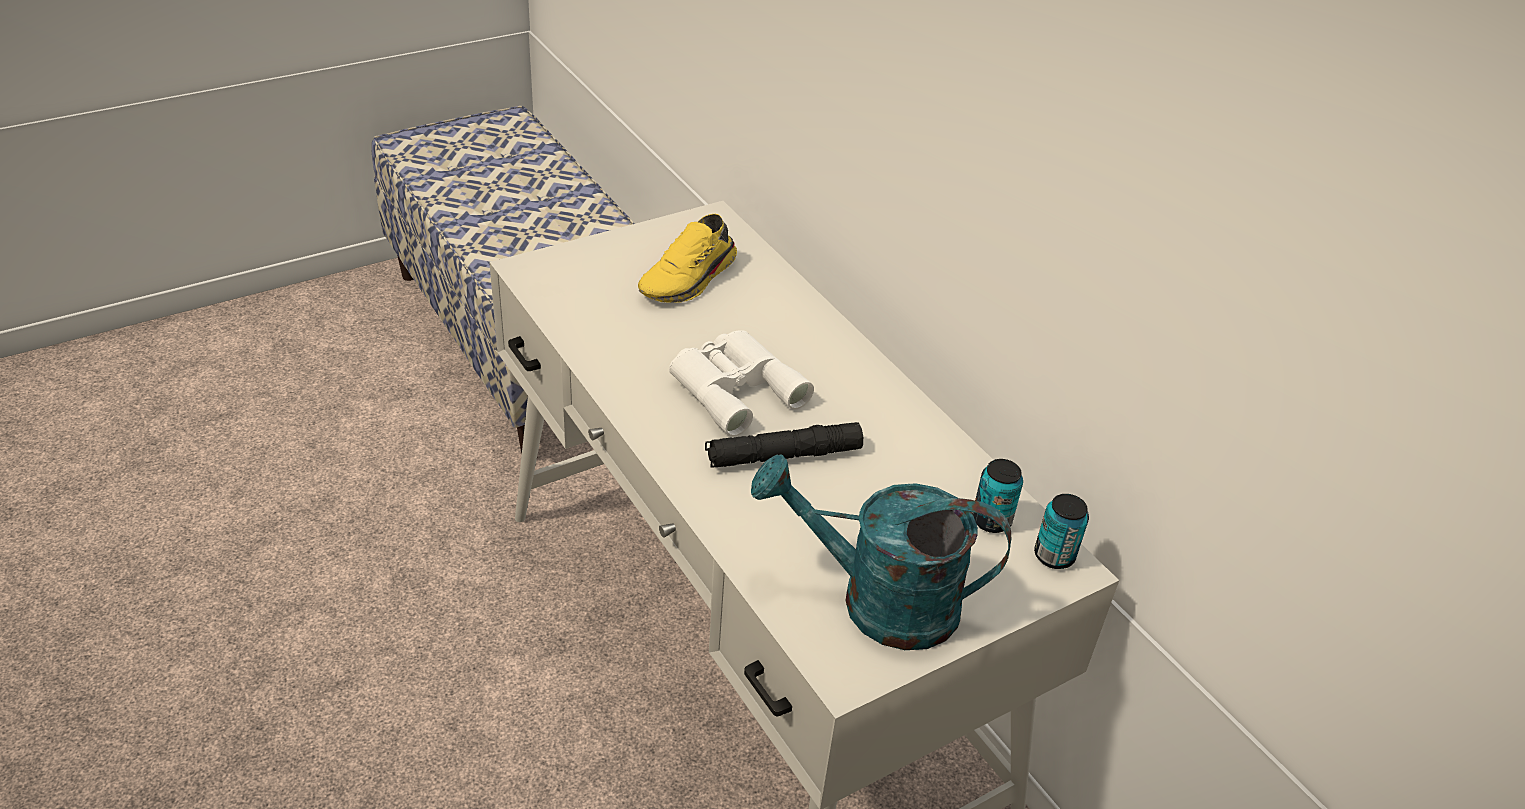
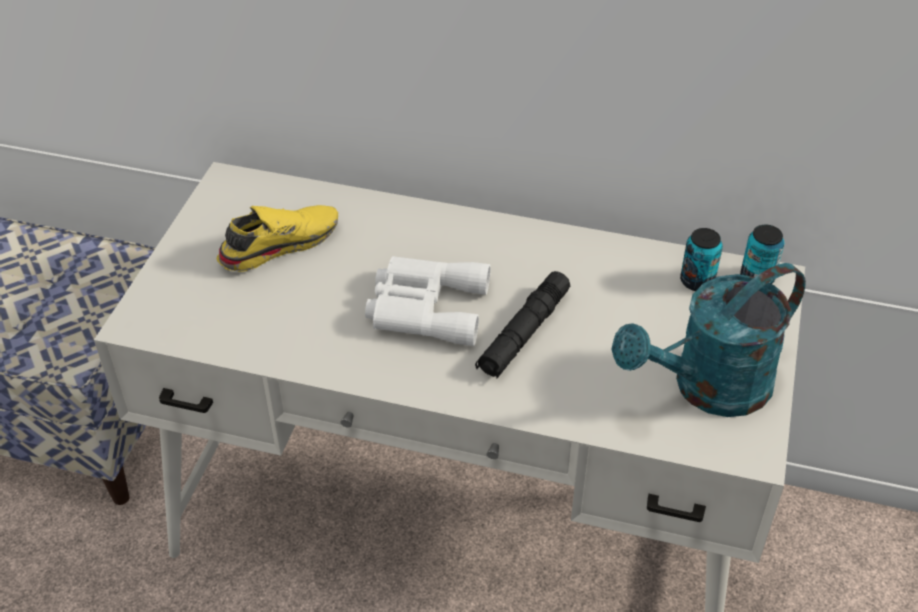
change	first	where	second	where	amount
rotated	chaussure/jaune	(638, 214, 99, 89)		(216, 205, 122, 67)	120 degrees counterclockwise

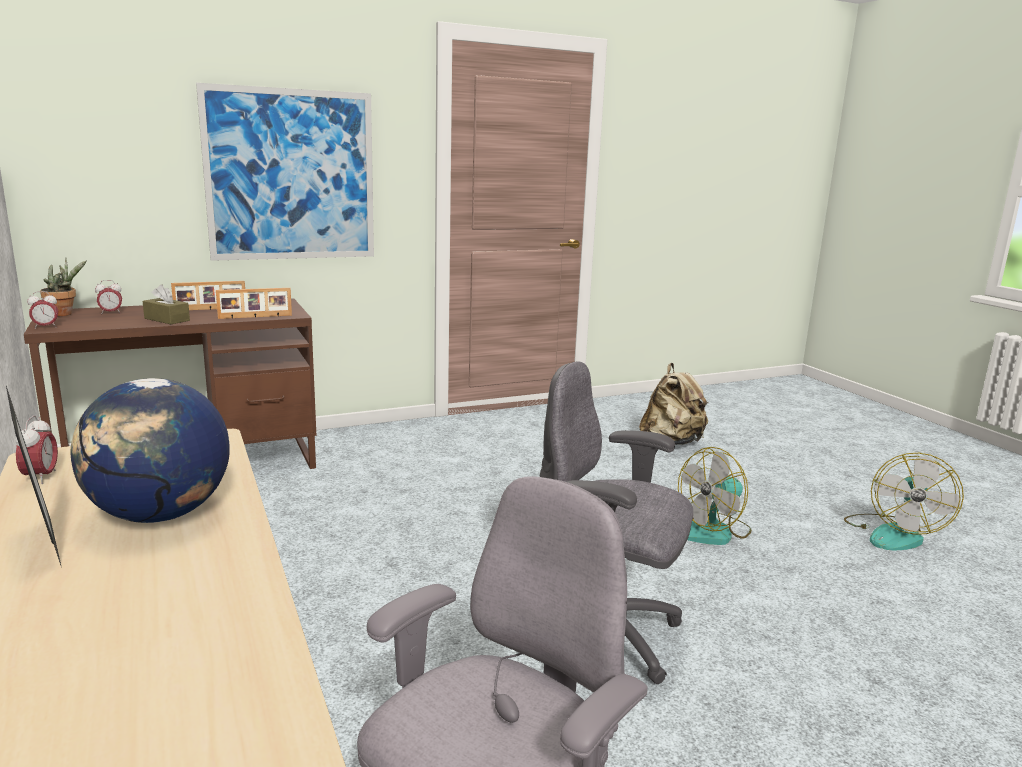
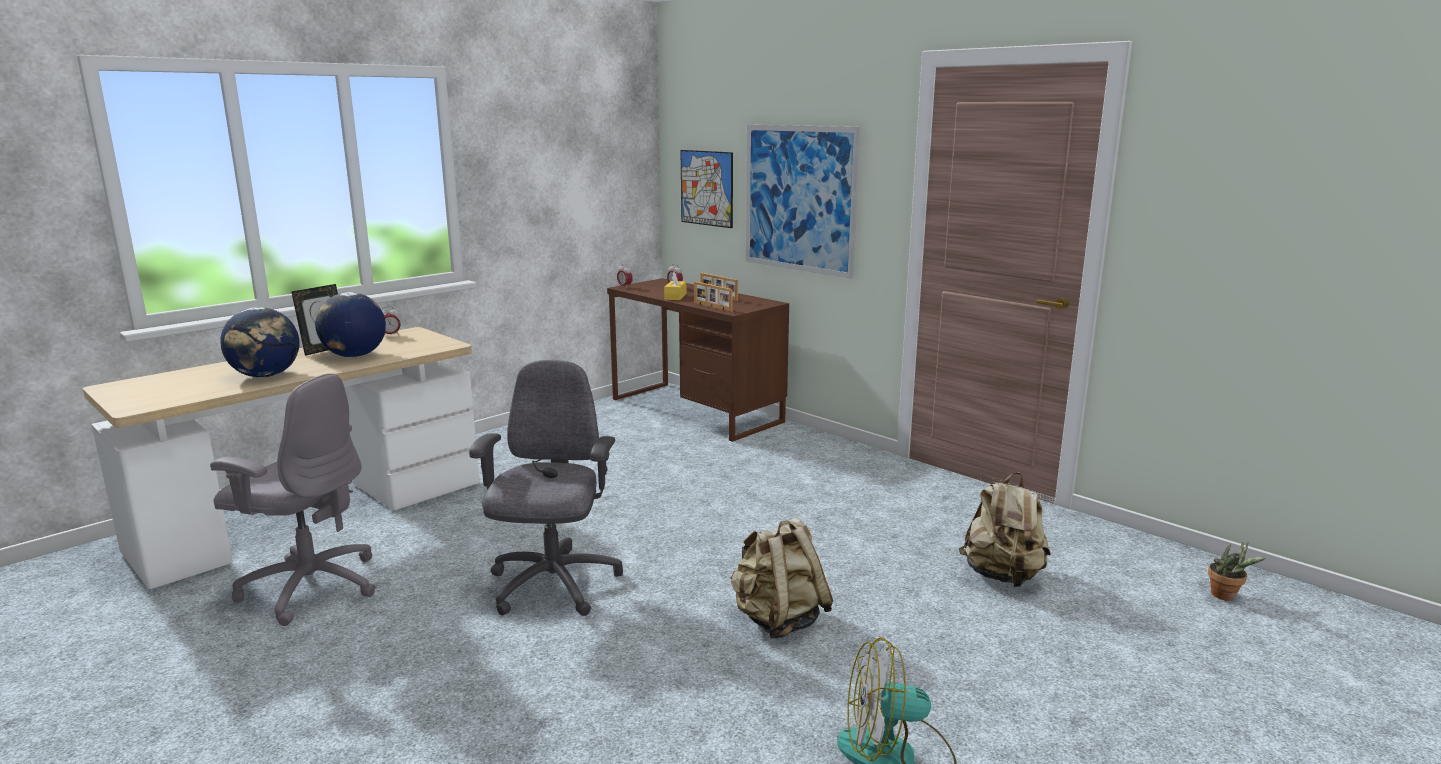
change	first	where	second	where	amount
shifted	plante en pot	(40, 258, 47, 58)		(1208, 542, 58, 59)	
repainted	boîte à mouchoirs/marron	(142, 284, 48, 40)	boîte à mouchoirs/jaune	(664, 272, 22, 28)	
swapped	ventilateur	(678, 447, 73, 98)	sac à dos/beige	(730, 518, 103, 121)	
new			tableau	(680, 150, 53, 78)	
new			globe	(220, 307, 80, 71)	

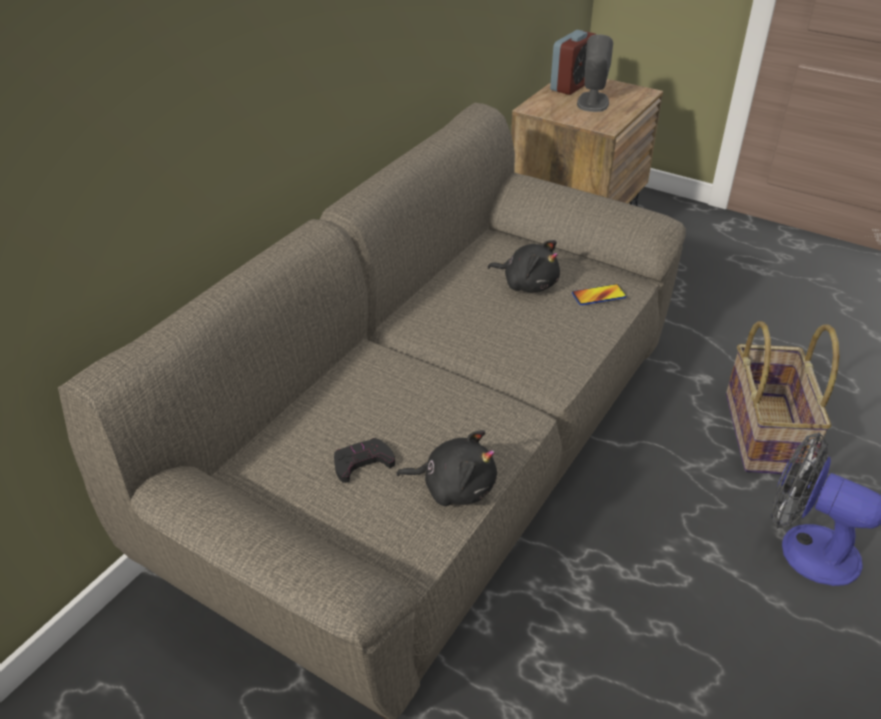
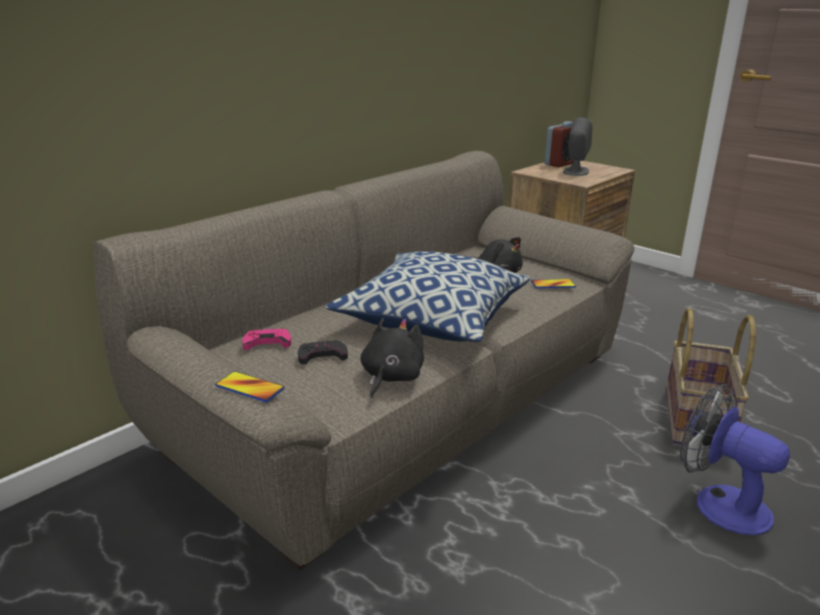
change	first	where	second	where	amount
rotated	peluche/noir	(396, 430, 101, 76)		(360, 318, 64, 80)	90 degrees counterclockwise
new			coussin	(326, 251, 204, 91)	
new			manette/rose	(242, 329, 49, 21)	
new			téléphone	(215, 371, 70, 31)	

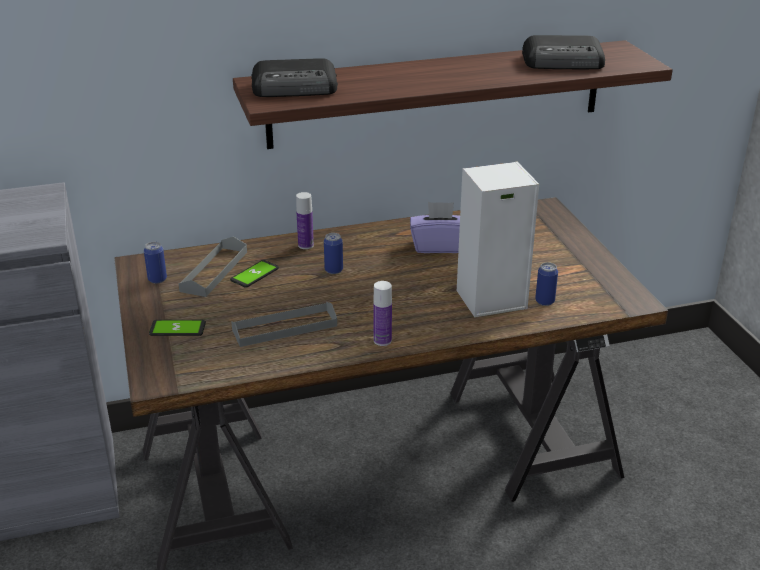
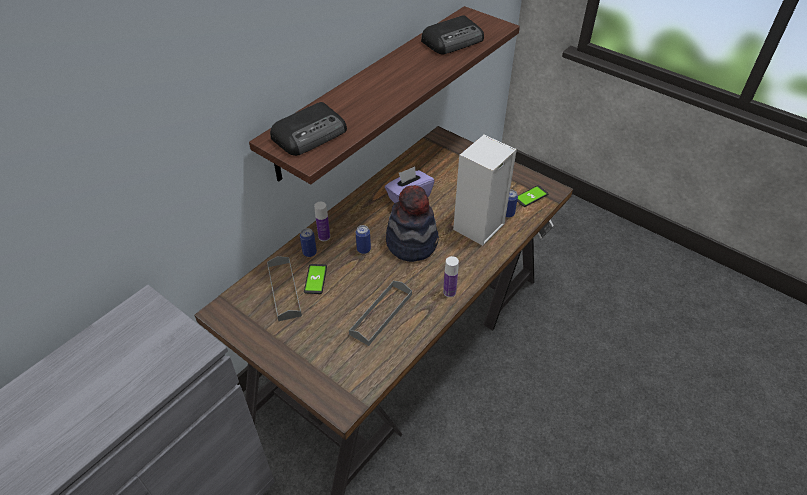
change	first	where	second	where	amount
shifted	boîte métallique	(144, 242, 23, 42)		(300, 228, 17, 29)	
shifted	téléphone	(149, 320, 57, 16)		(517, 185, 31, 22)	
new			chapeau	(386, 185, 53, 77)	

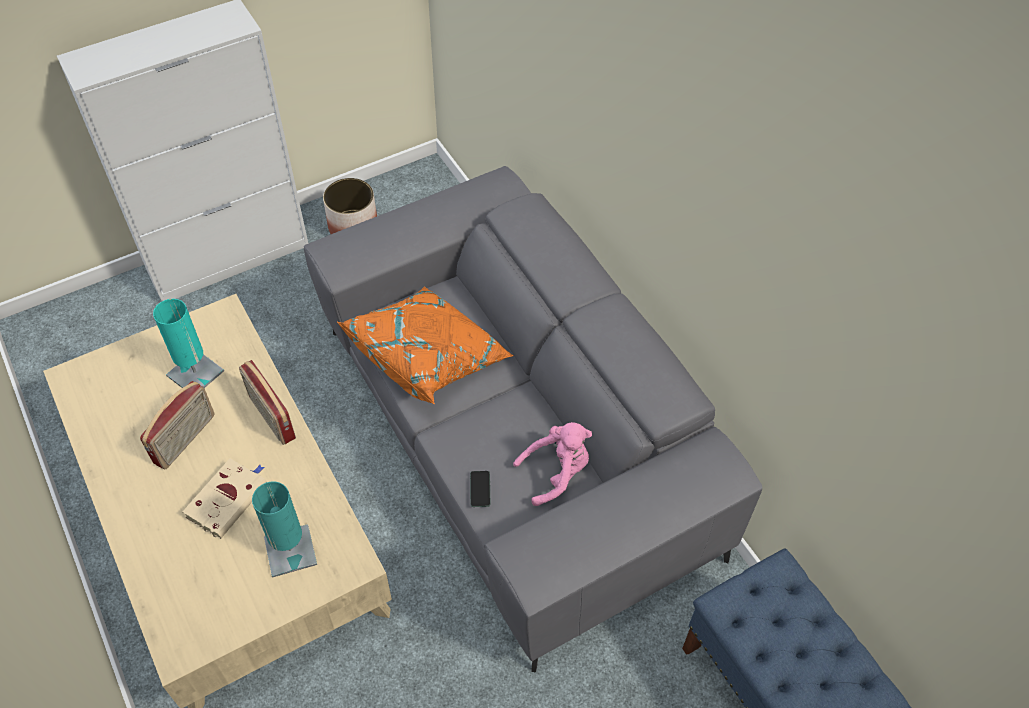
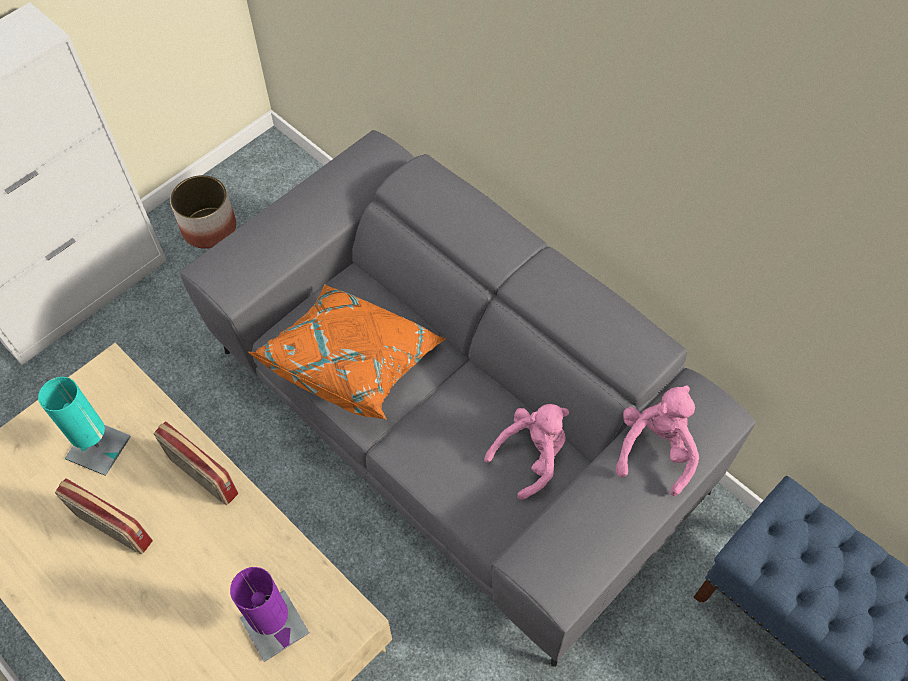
change	first	where	second	where	amount
rotated	radio	(140, 381, 75, 88)		(55, 478, 98, 76)	105 degrees clockwise
gone	livre/beige	(183, 458, 84, 81)			
gone	téléphone	(470, 471, 20, 36)			
repainted	lampe de table/turquoise	(252, 481, 65, 97)	lampe de table/violet	(230, 567, 80, 95)	
new			peluche/rose	(616, 385, 83, 111)	

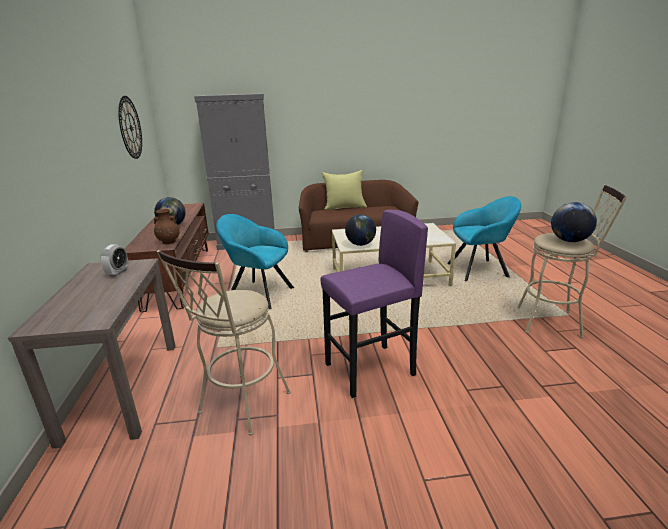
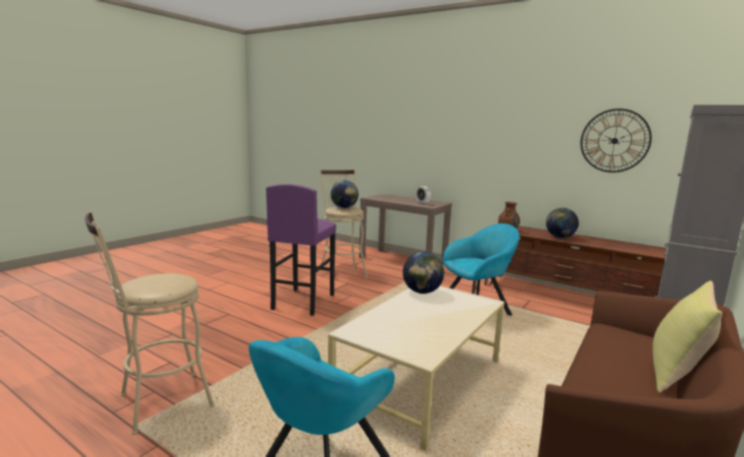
change	first	where	second	where	amount
shifted	globe	(551, 202, 46, 40)		(331, 180, 27, 28)	

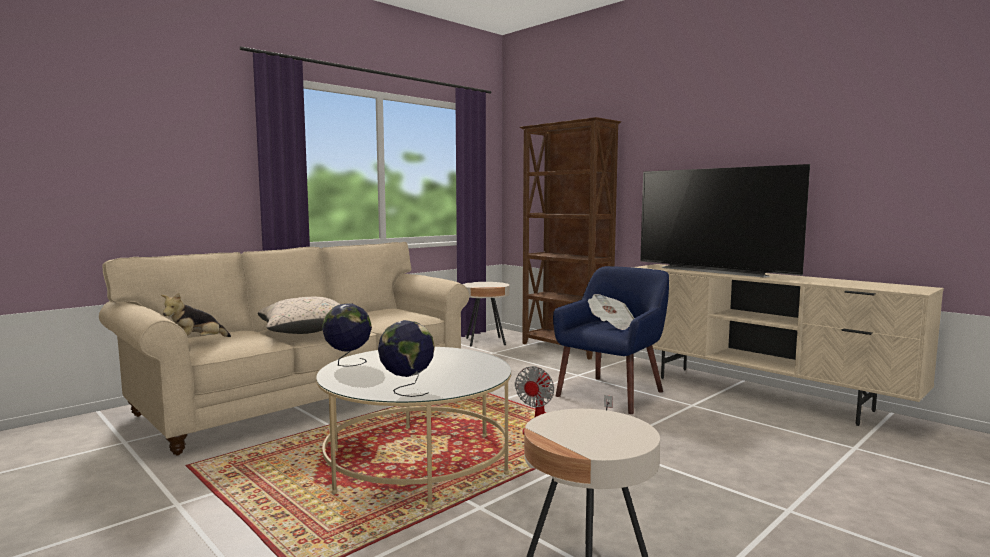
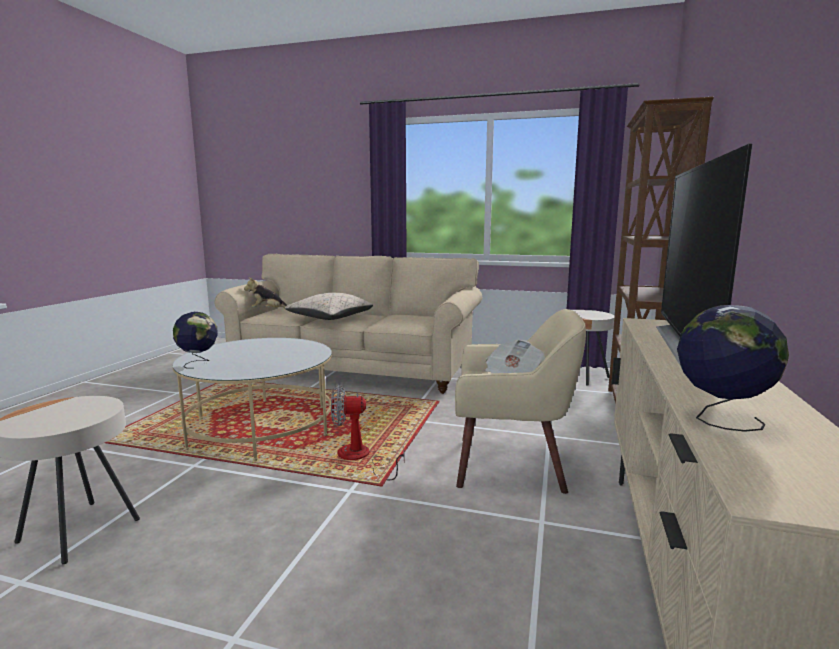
change	first	where	second	where	amount
repainted	fauteuil/bleu	(553, 266, 116, 148)	fauteuil/beige	(455, 309, 131, 185)	
shifted	globe	(322, 303, 50, 64)		(677, 305, 112, 127)	

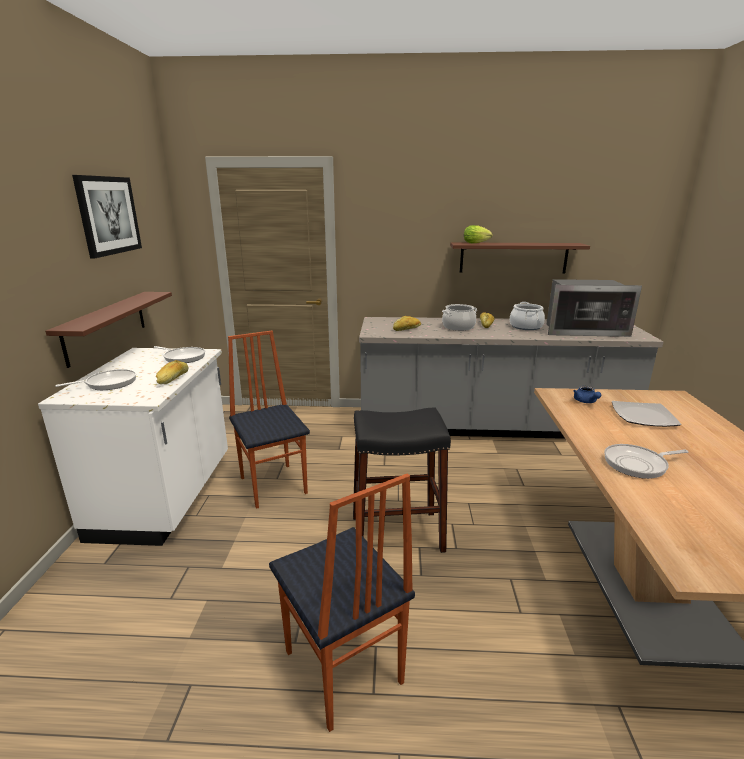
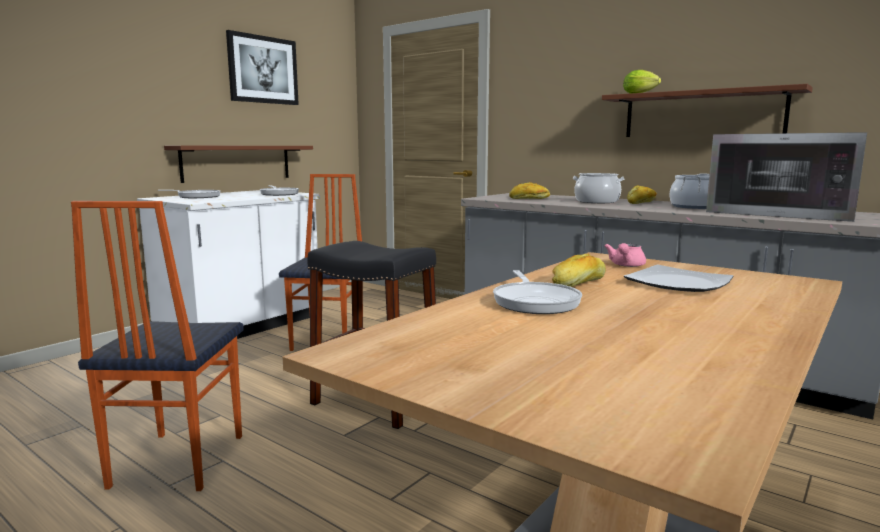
change	first	where	second	where	amount
shifted	pain	(156, 360, 32, 24)		(552, 254, 54, 33)	
repainted	théière/bleu	(573, 386, 28, 17)	théière/rose	(605, 243, 41, 24)	
rotated	poêle	(604, 444, 84, 35)		(493, 270, 89, 44)	120 degrees counterclockwise

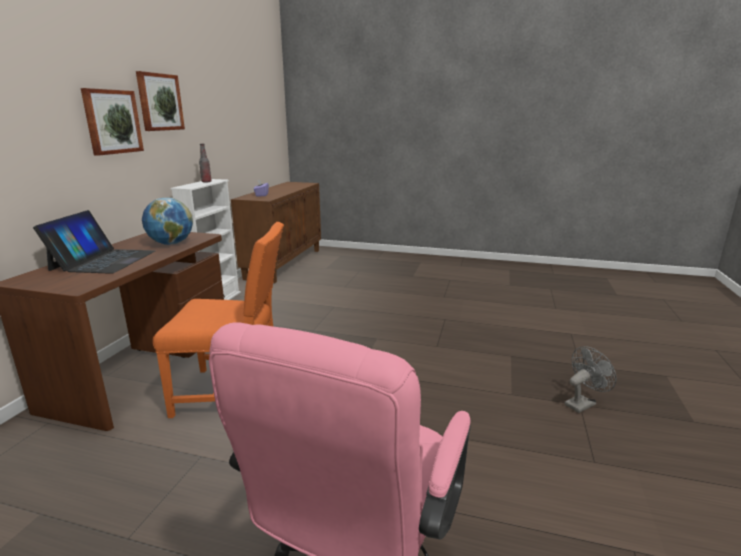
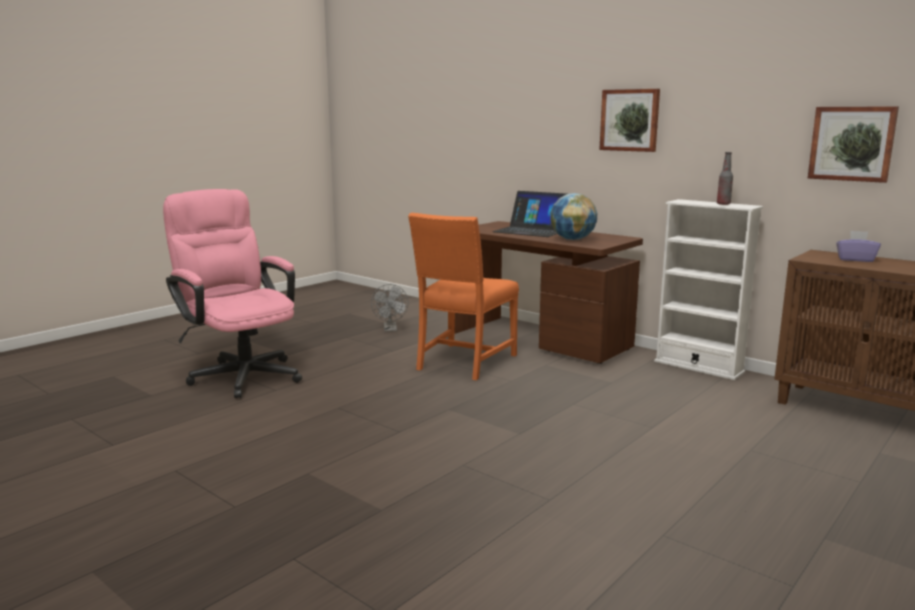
change	first	where	second	where	amount
shifted	tableau	(136, 71, 49, 60)		(807, 106, 92, 77)	
shifted	ventilateur/gris	(564, 346, 52, 67)		(371, 284, 38, 48)	

